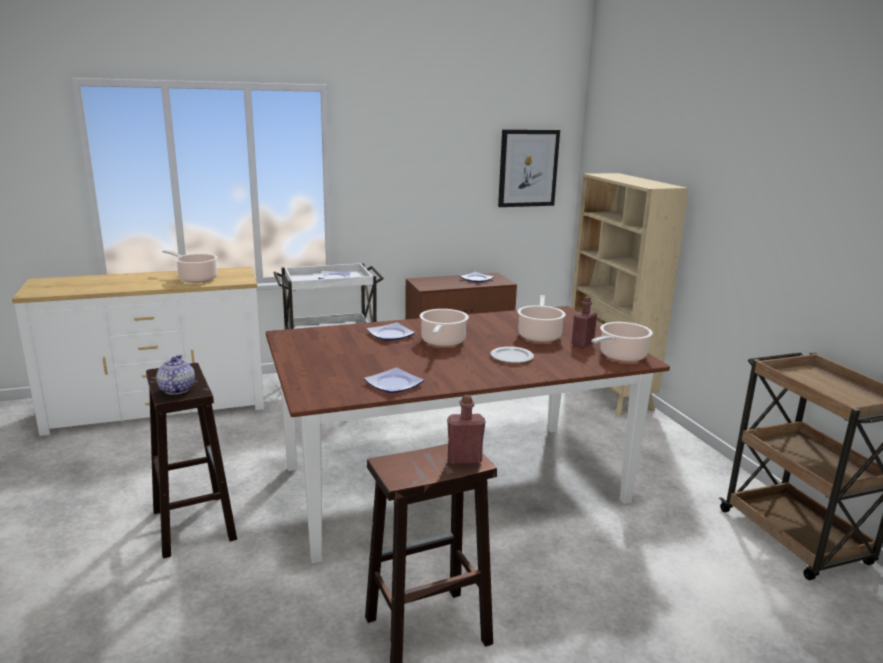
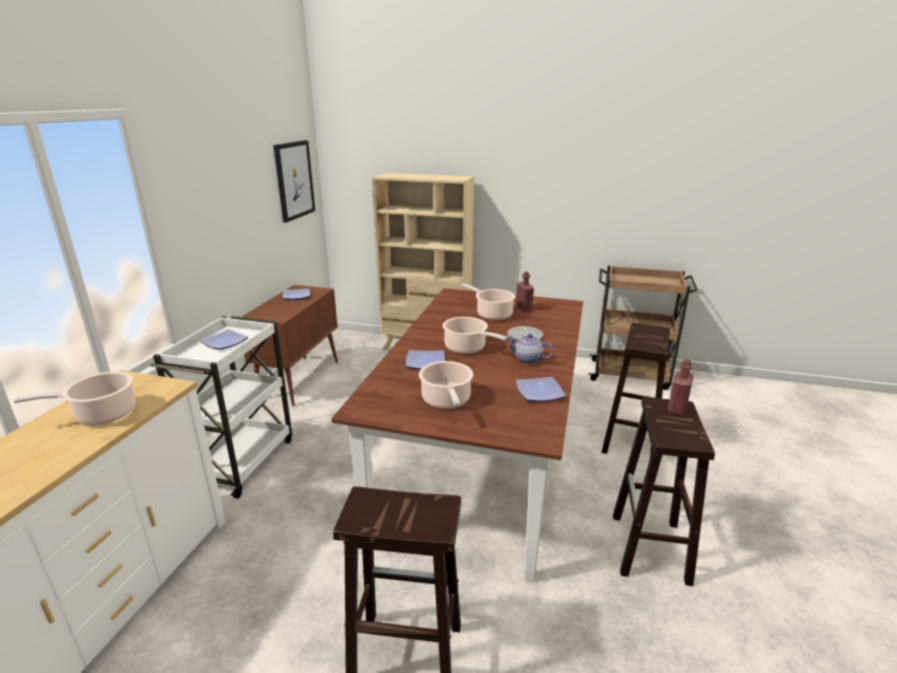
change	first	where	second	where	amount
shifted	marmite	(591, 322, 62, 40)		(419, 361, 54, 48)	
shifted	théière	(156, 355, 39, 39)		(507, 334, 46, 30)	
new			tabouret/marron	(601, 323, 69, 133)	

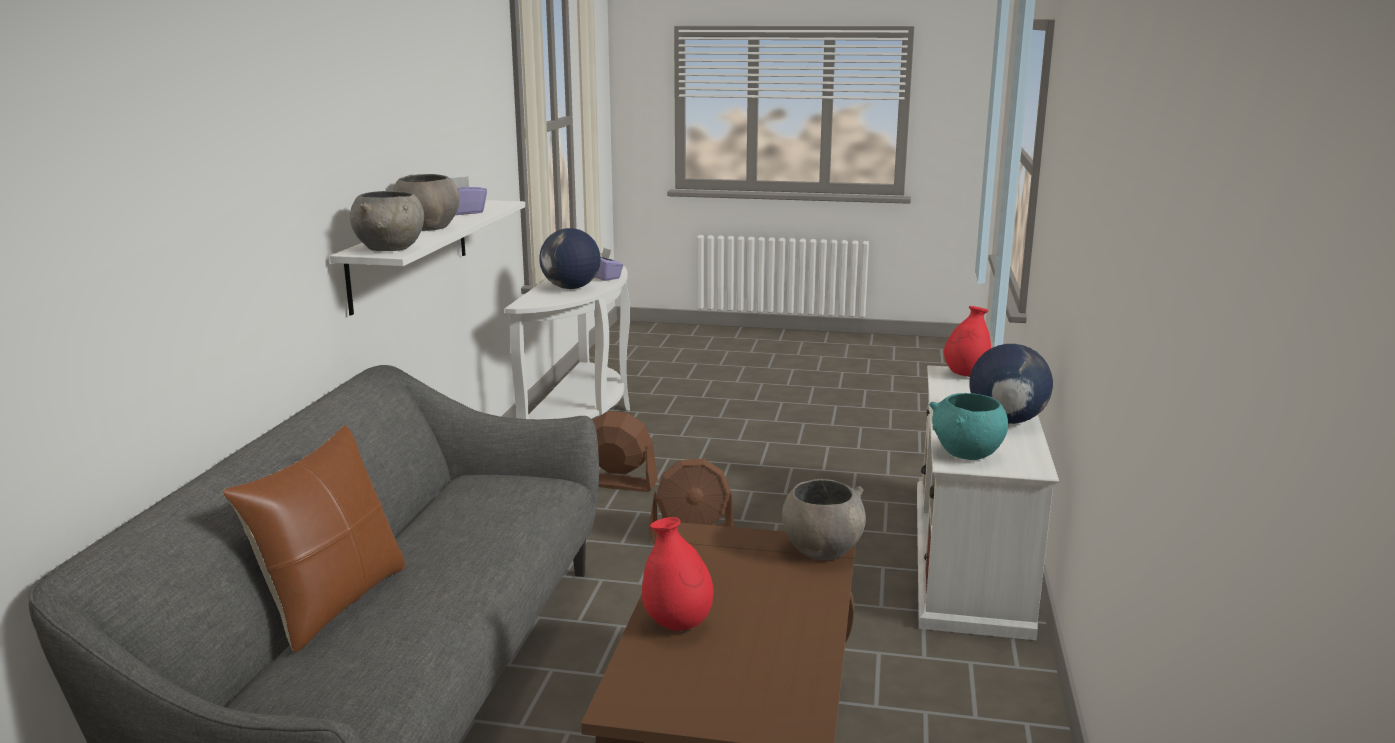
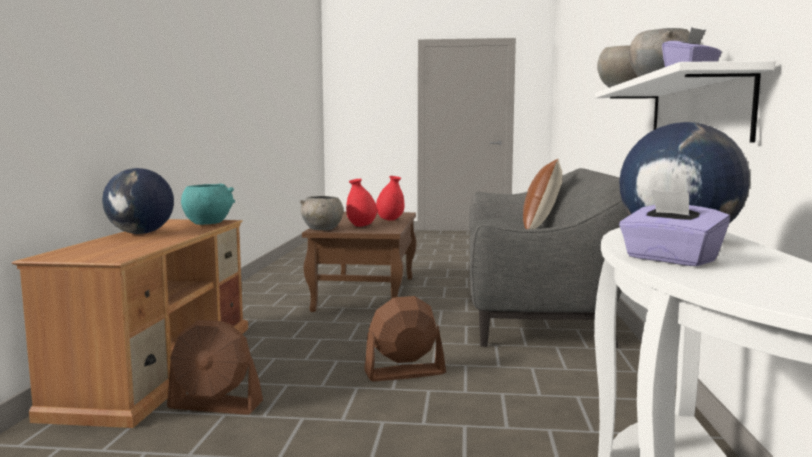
change	first	where	second	where	amount
shifted	vase/rouge	(944, 306, 47, 71)		(346, 179, 31, 48)	
repainted	meuble télé/blanc	(917, 365, 142, 275)	meuble télé/marron	(12, 219, 236, 209)	
shifted	ventilateur/marron	(593, 411, 65, 81)		(167, 320, 96, 95)	

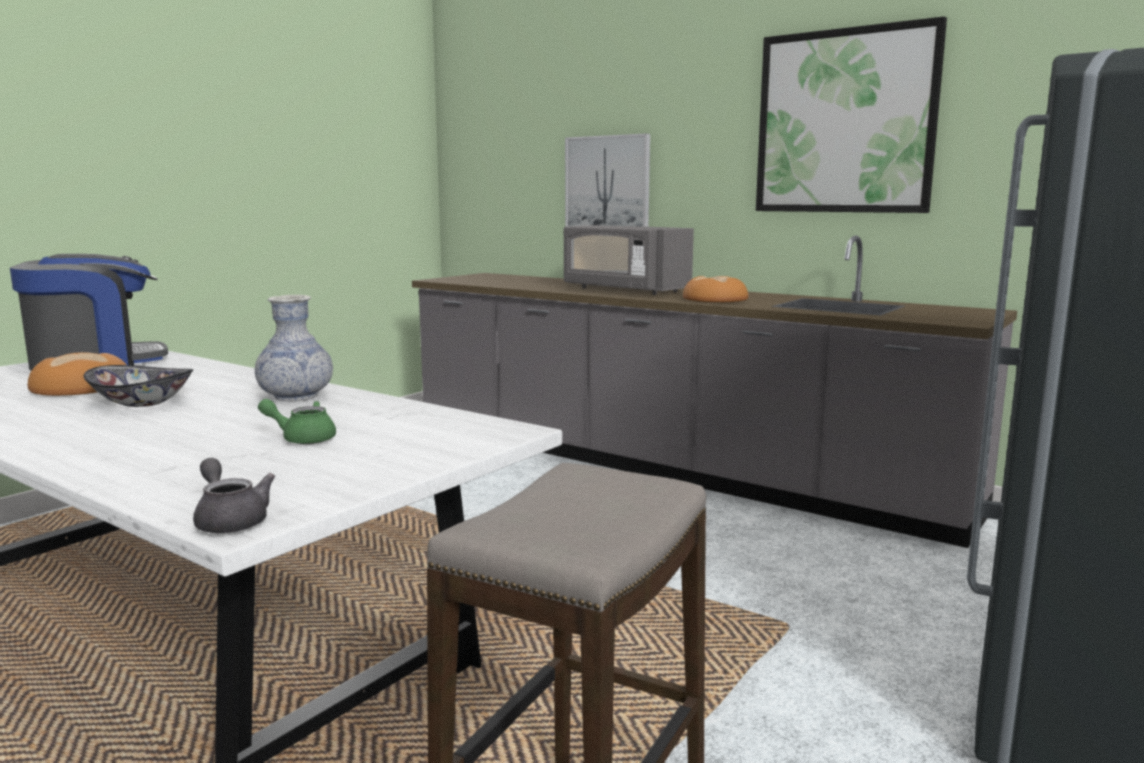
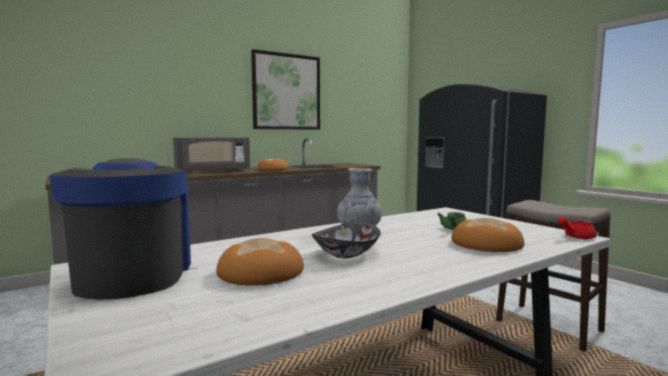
change	first	where	second	where	amount
gone	tableau	(565, 133, 85, 94)			
repainted	théière/gris	(193, 458, 82, 75)	théière/rouge	(558, 217, 39, 22)	
new			pain	(452, 218, 72, 34)	

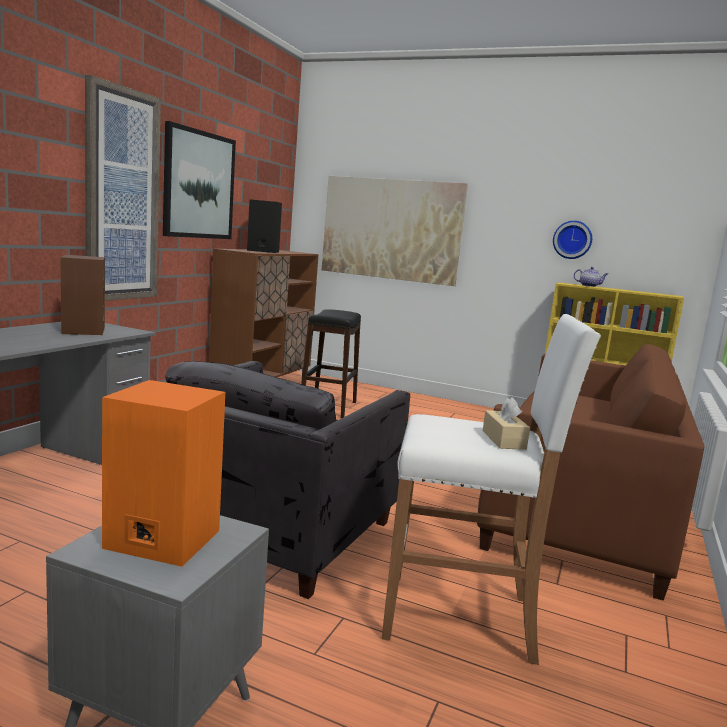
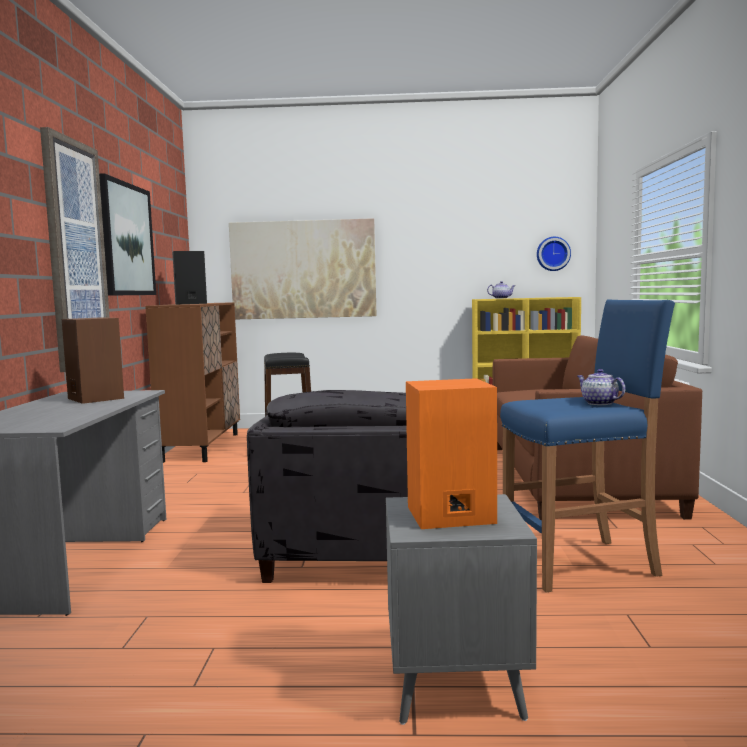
change	first	where	second	where	amount
shifted	horloge murale	(553, 221, 39, 38)		(537, 237, 34, 34)	
repainted	tabouret/blanc	(382, 314, 219, 351)	tabouret/bleu	(500, 299, 175, 293)	
swapped	boîte à mouchoirs/beige	(483, 397, 47, 53)	théière	(577, 369, 49, 36)	

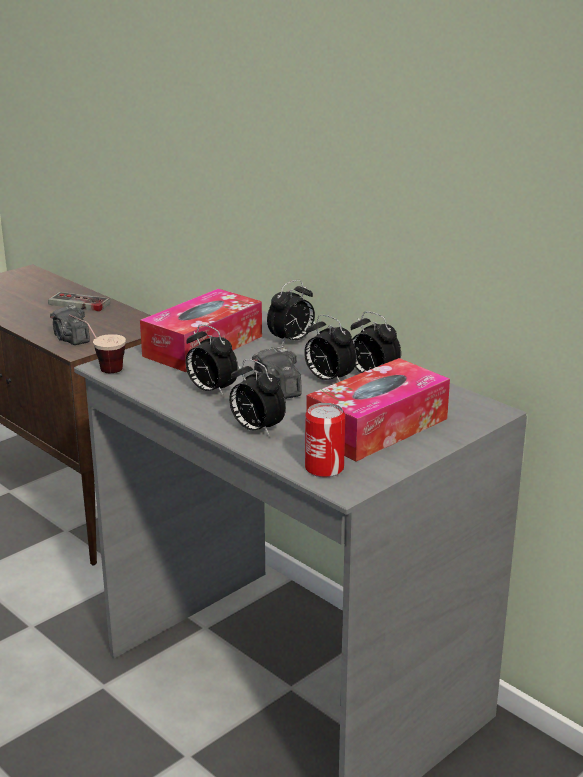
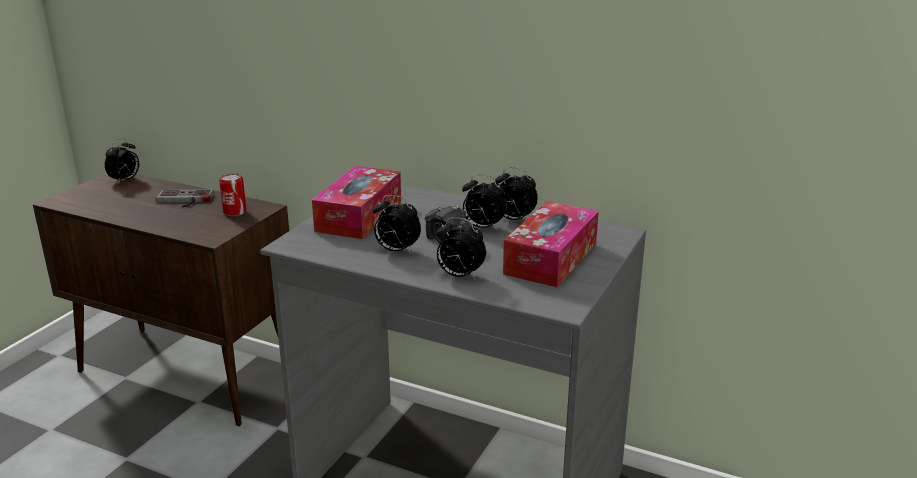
change	first	where	second	where	amount
shifted	réveil	(267, 280, 48, 66)		(105, 138, 34, 46)	
gone	appareil photo	(50, 304, 40, 41)			
gone	tasse	(69, 314, 57, 59)			
shifted	boîte métallique	(305, 403, 40, 74)		(219, 173, 27, 43)	

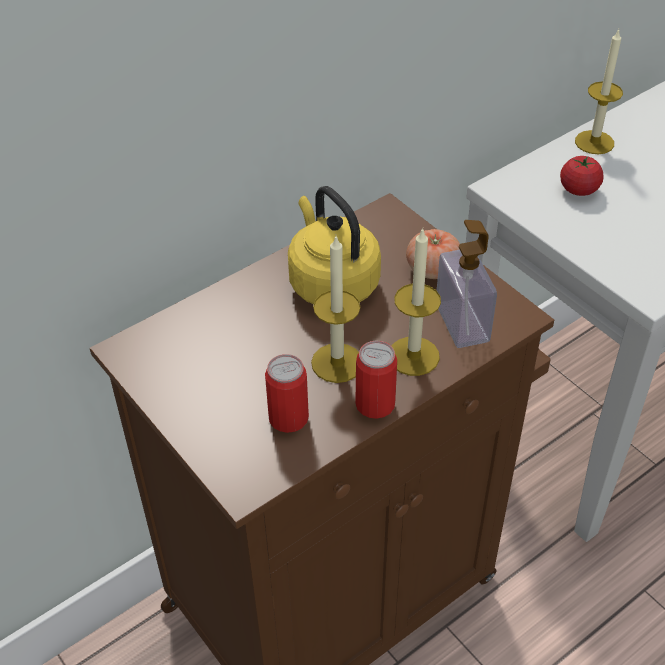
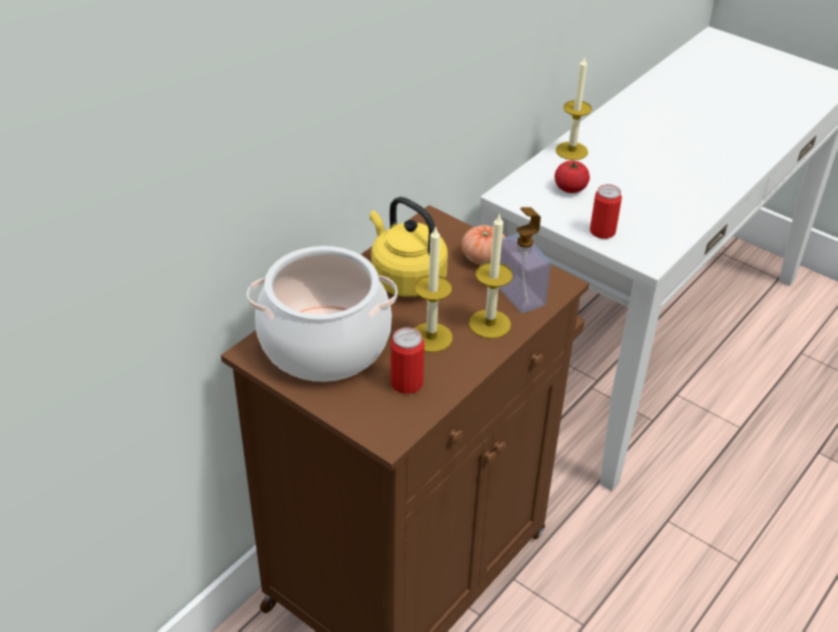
change	first	where	second	where	amount
shifted	boîte métallique	(355, 341, 42, 78)		(590, 184, 32, 55)	
new			marmite	(247, 246, 150, 136)	

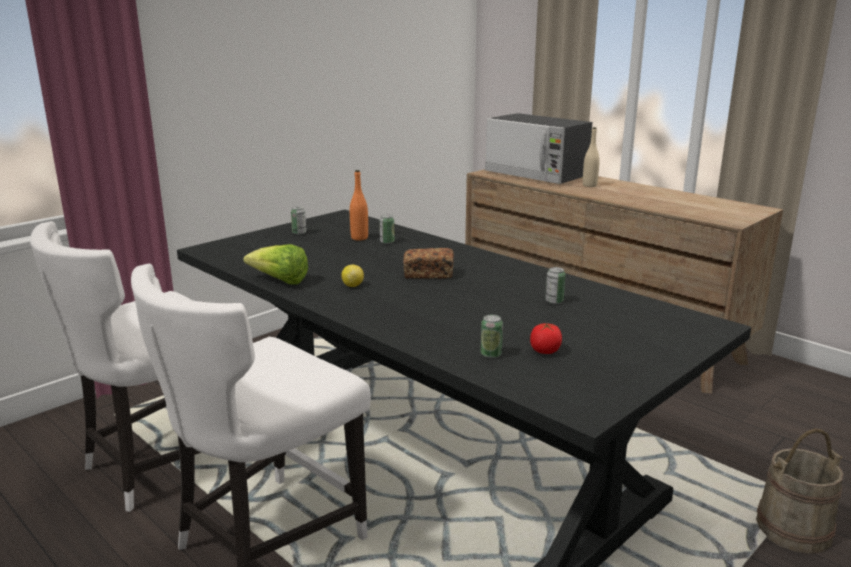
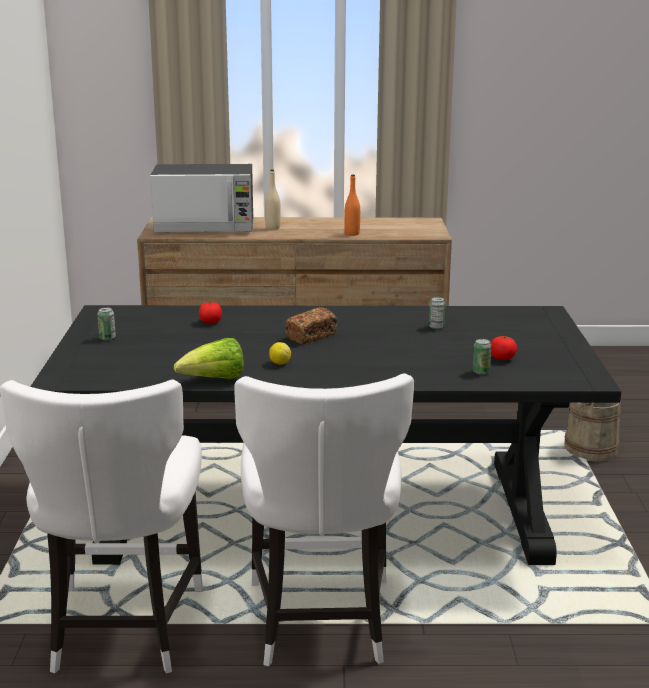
change	first	where	second	where	amount
shifted	bouteille/orange	(350, 170, 18, 71)		(344, 175, 16, 61)	
swapped	boîte métallique	(380, 214, 15, 30)	tomate	(199, 302, 23, 22)	

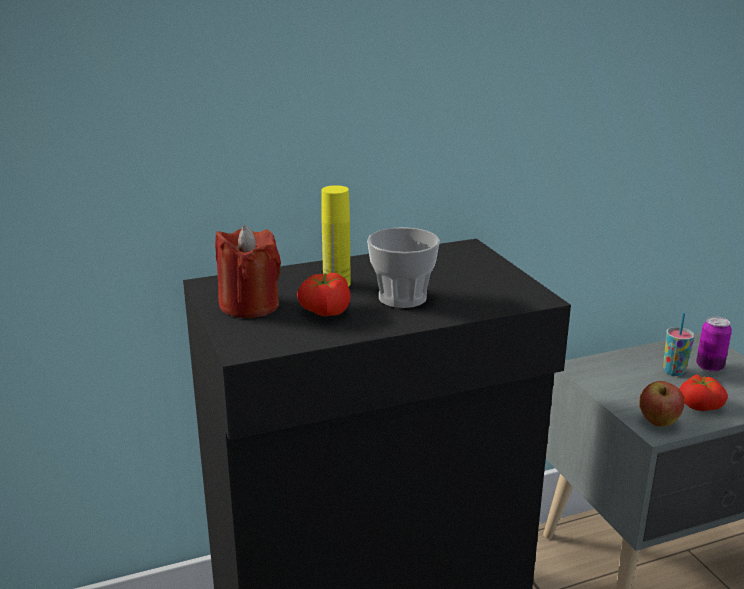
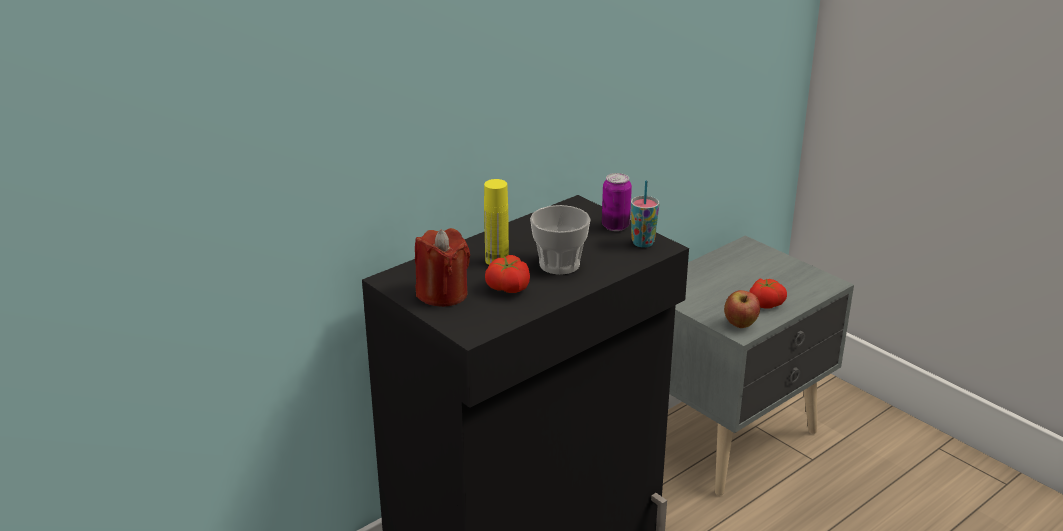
change	first	where	second	where	amount
shifted	tasse	(663, 313, 32, 63)		(631, 180, 28, 68)	
shifted	boîte métallique	(696, 316, 36, 56)		(602, 173, 30, 58)	

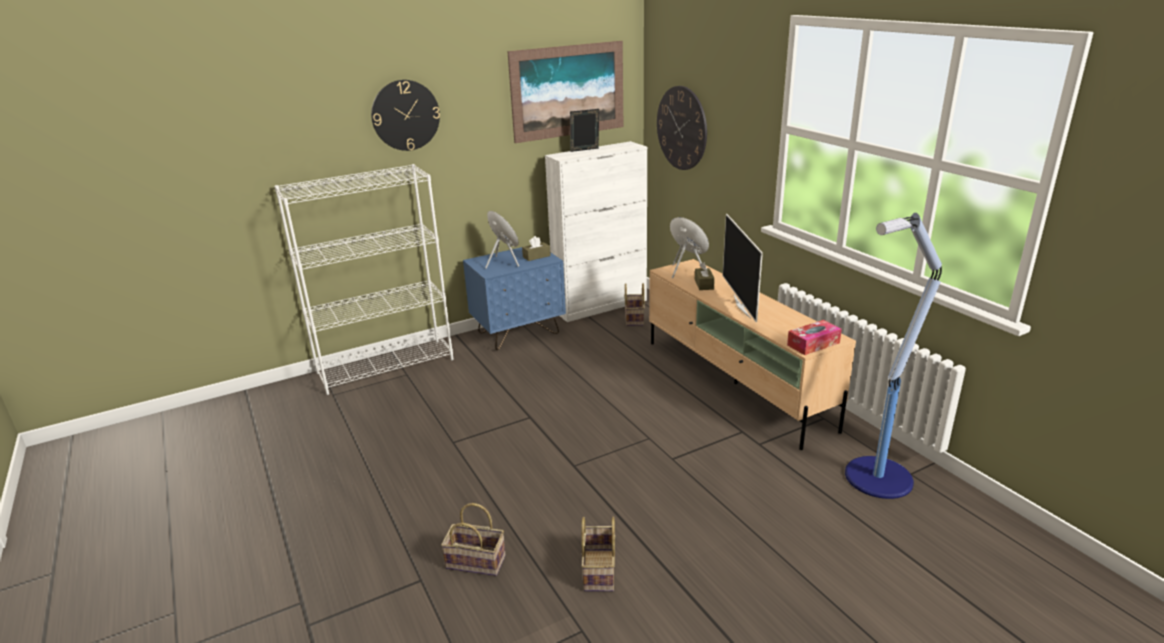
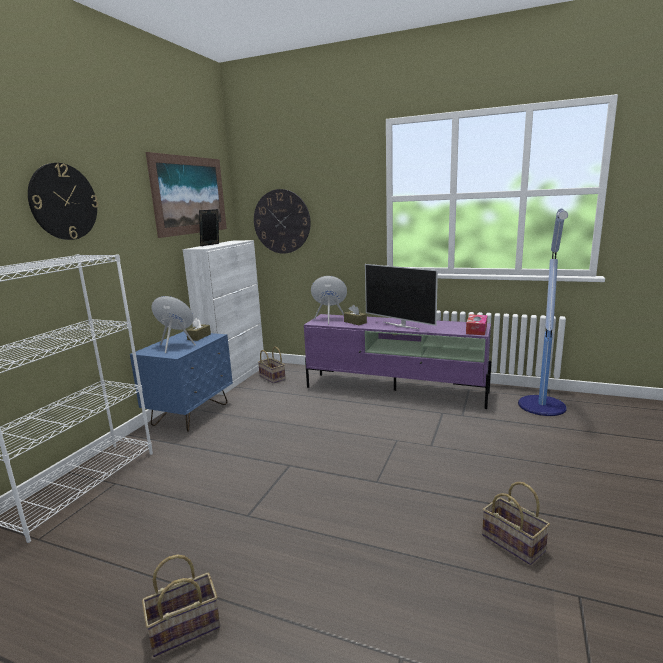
change	first	where	second	where	amount
repainted	meuble télé/beige	(649, 259, 207, 191)	meuble télé/violet	(304, 314, 187, 95)	
shifted	panier	(441, 503, 65, 73)		(142, 554, 78, 103)	

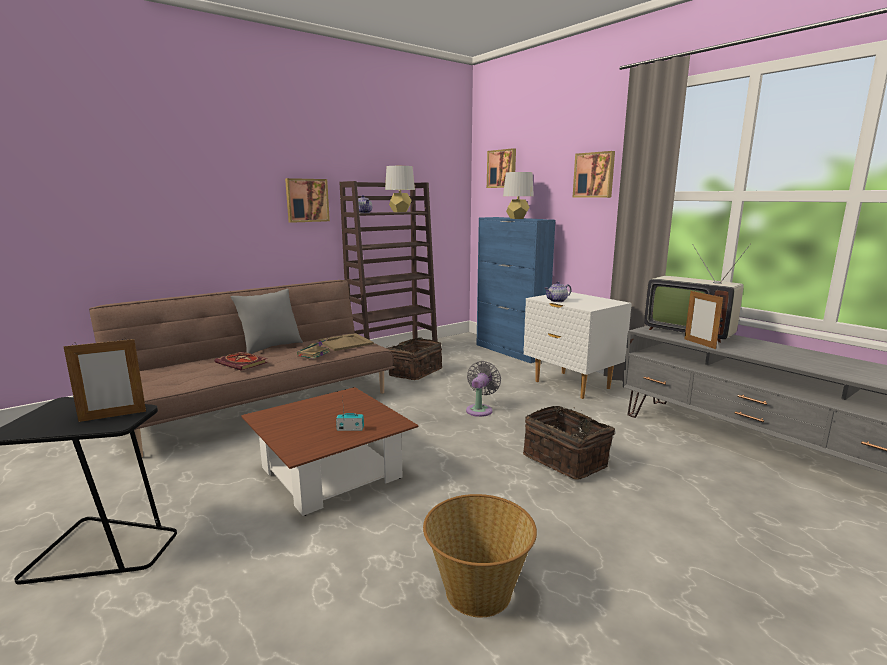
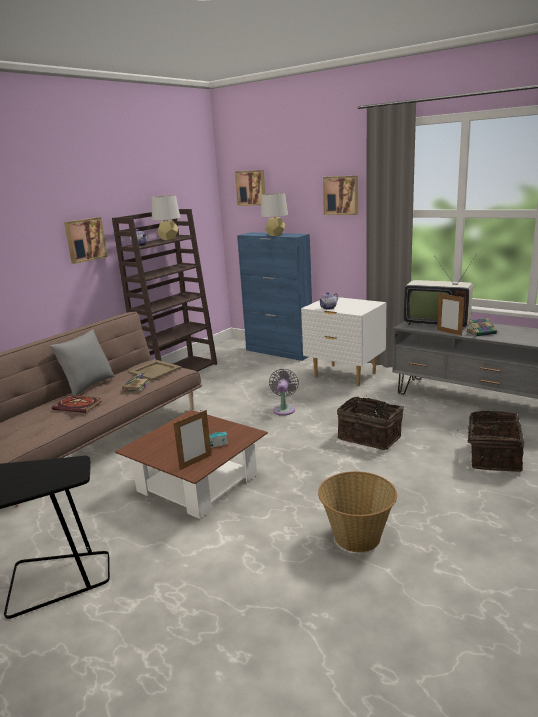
change	first	where	second	where	amount
shifted	cadre photo	(63, 337, 83, 85)		(173, 410, 38, 60)	
shifted	panier	(386, 337, 56, 43)		(468, 411, 56, 61)	
new			livre	(466, 318, 33, 19)	

